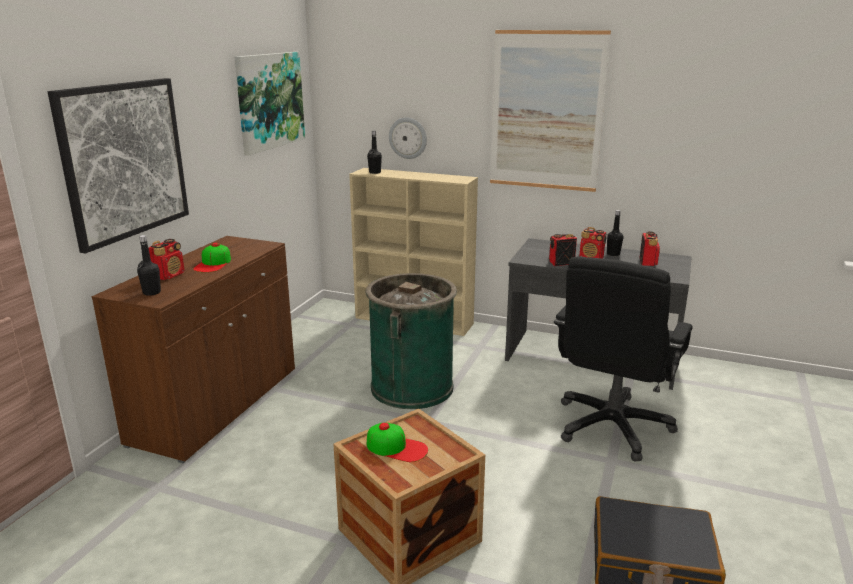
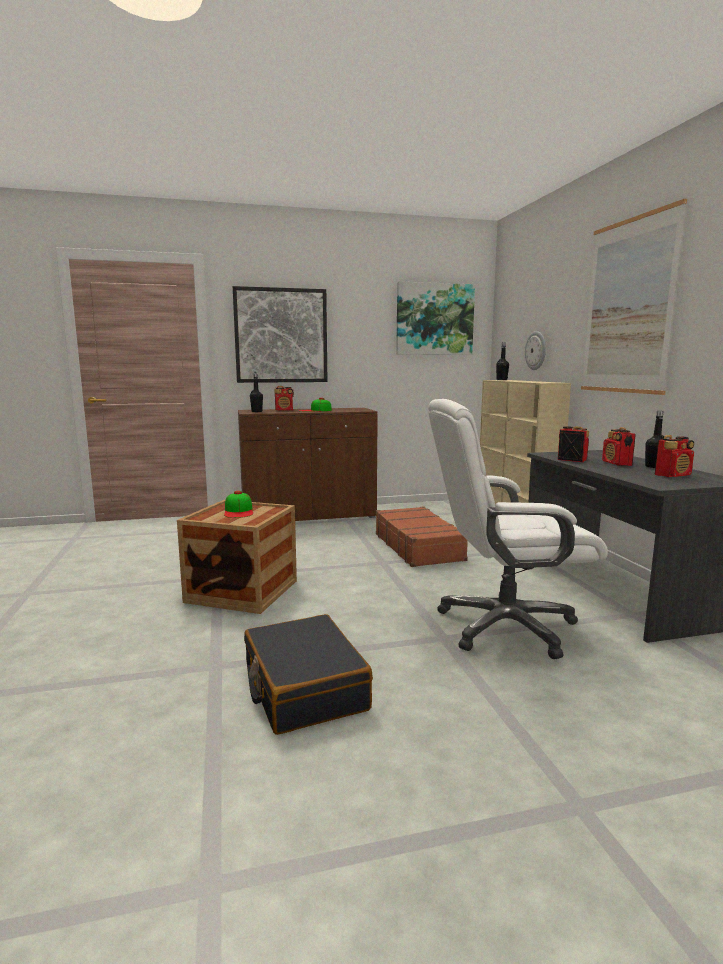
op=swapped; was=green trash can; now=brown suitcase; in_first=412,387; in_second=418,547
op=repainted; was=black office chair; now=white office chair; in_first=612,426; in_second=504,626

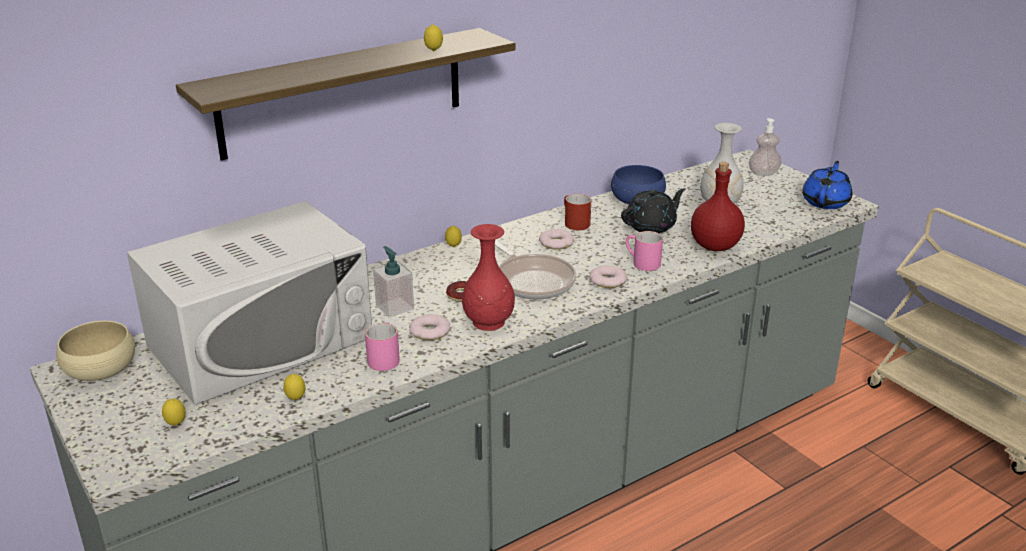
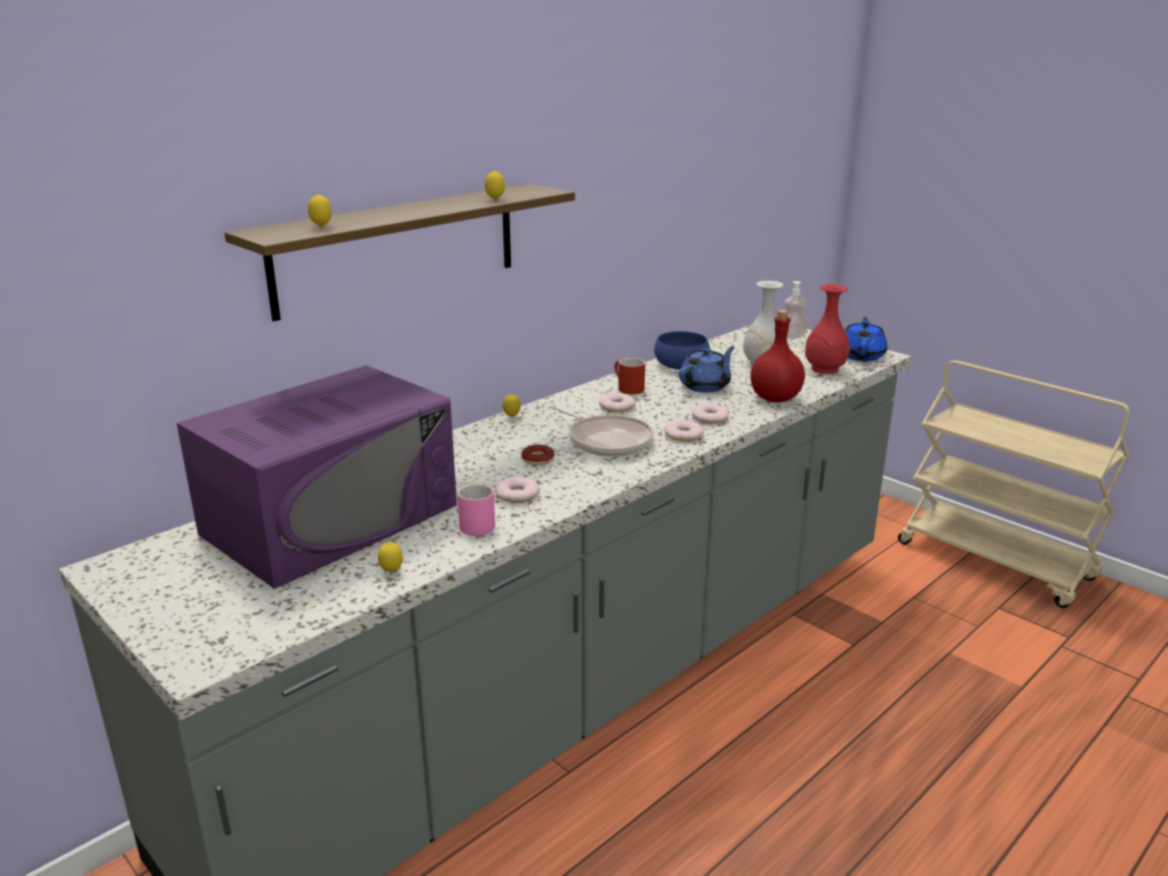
op=gone; was=beige bowl; in_first=100,369
op=repainted; was=white microwave; now=purple microwave; in_first=261,341; in_second=332,519
op=shifted; was=lemon; in_first=176,425; in_second=321,227
op=gone; was=soap dispenser; in_first=394,307
op=shifted; was=red vase; in_first=488,322; in_second=824,369
op=repainted; was=black teapot; now=blue teapot; in_first=651,226; in_second=705,386
op=swapped; was=pink mug; now=donut; in_first=641,263; in_second=710,417

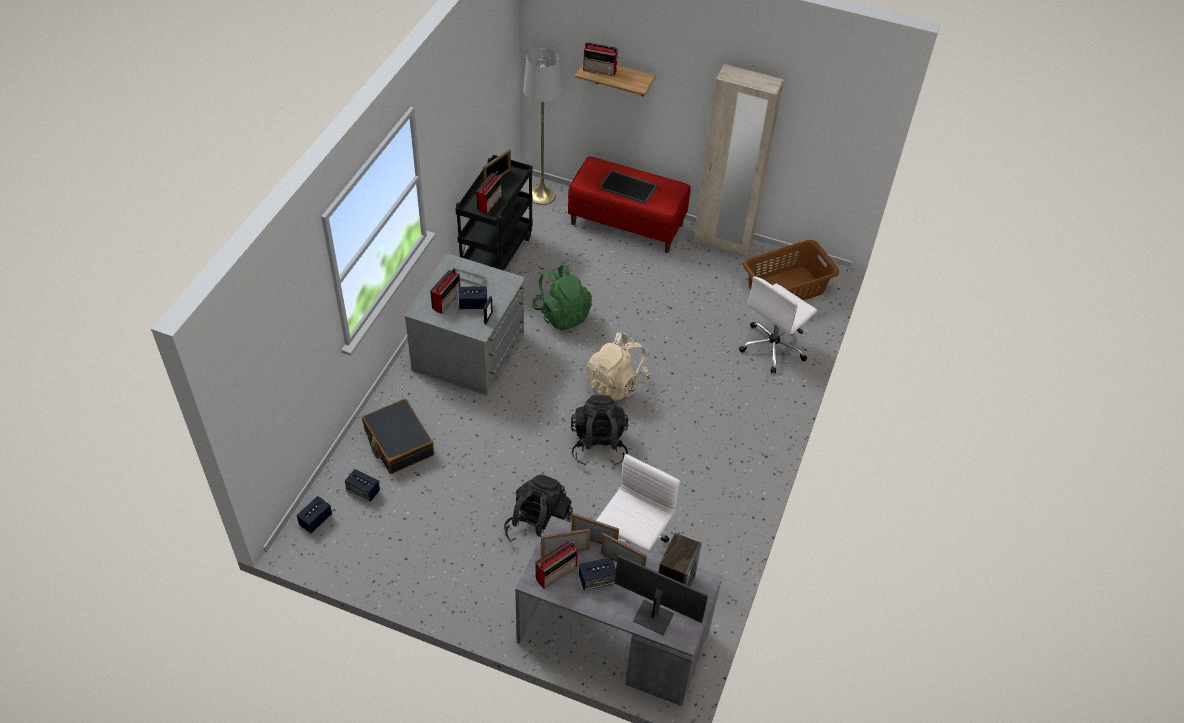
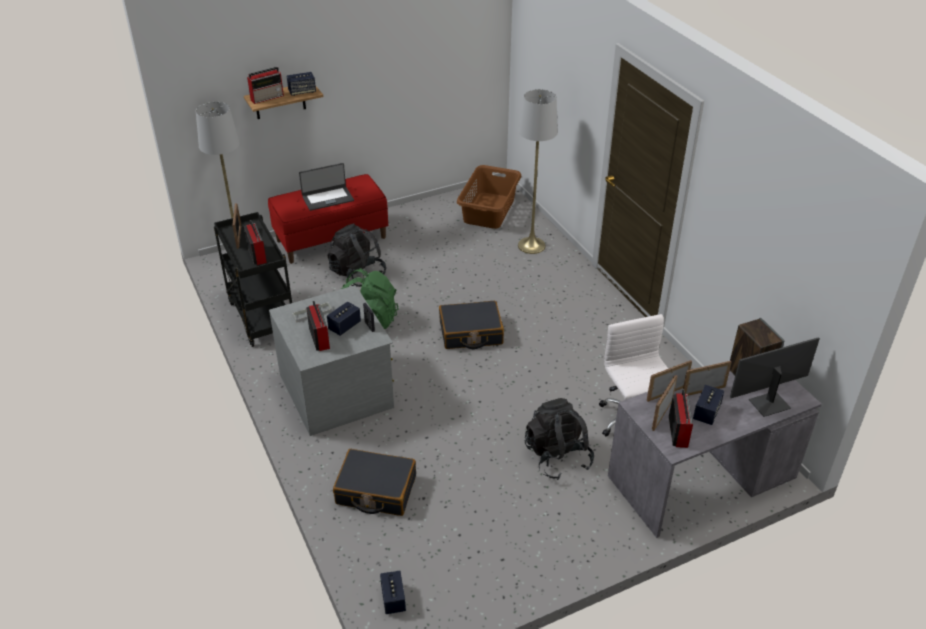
op=shifted; was=speaker; in_first=363,491; in_second=302,92
op=shifted; was=black backpack; in_first=598,445; in_second=357,274
op=swapped; was=beige backpack; now=black suitcase; in_first=616,383; in_second=470,333
op=swapped; was=tray; now=laptop; in_first=628,187; in_second=327,198
op=gone; was=beige wardrobe; in_first=722,242
op=swapped; was=white office chair; now=grey floor lamp; in_first=773,347; in_second=531,245

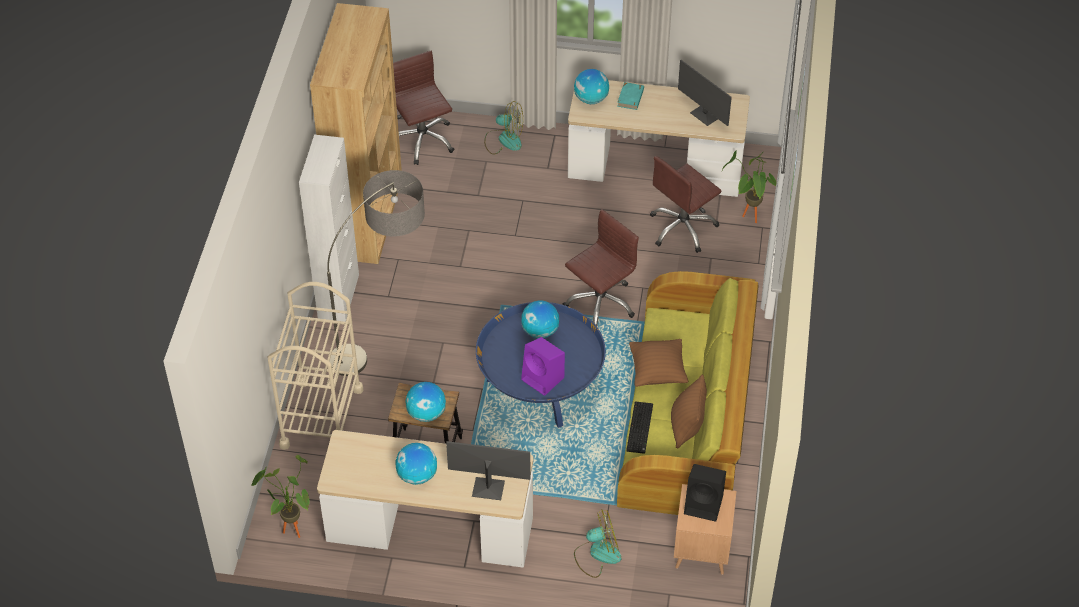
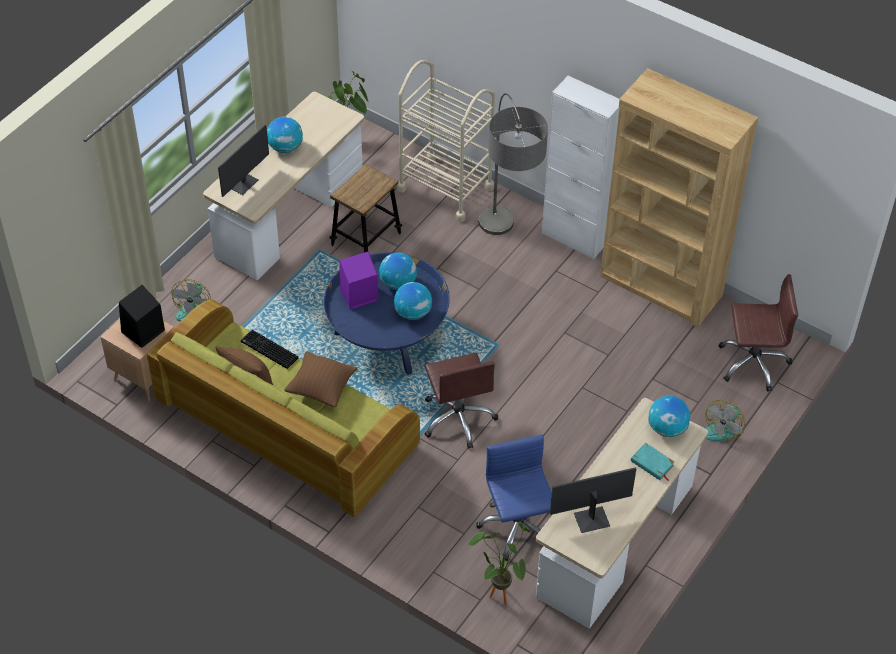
op=shifted; was=globe; in_first=426,413; in_second=398,283
op=repainted; was=brown office chair; now=blue office chair; in_first=682,228; in_second=517,527

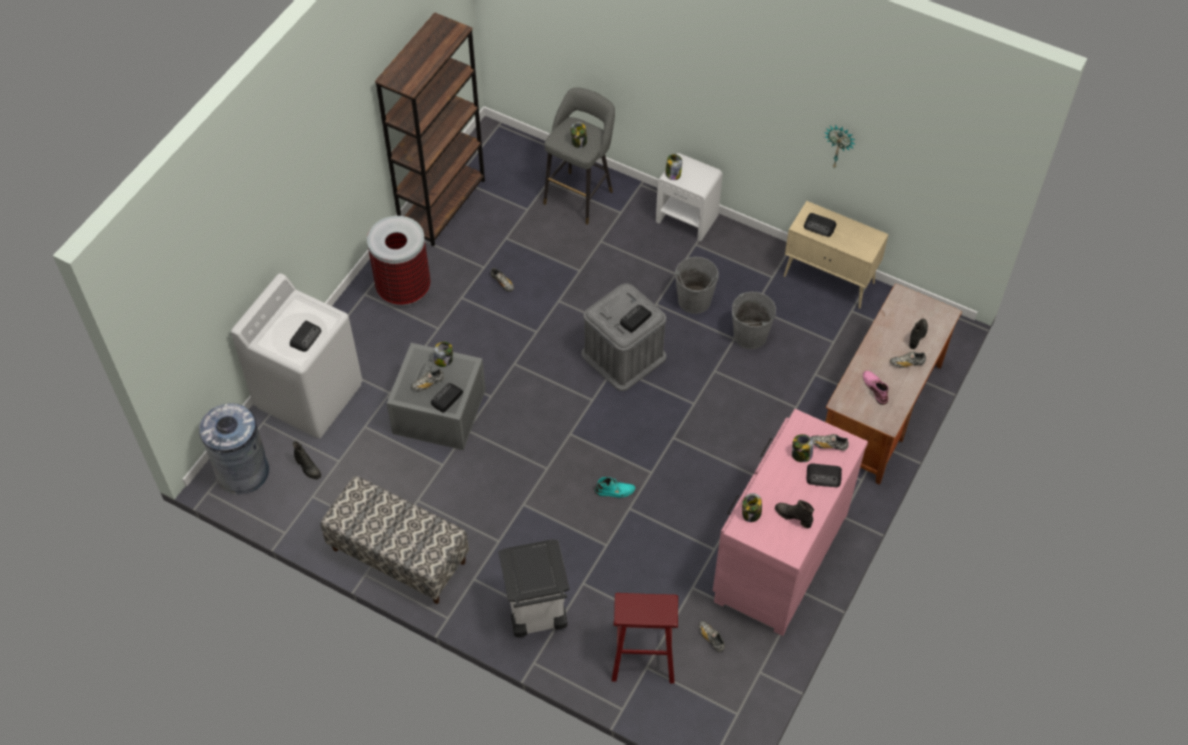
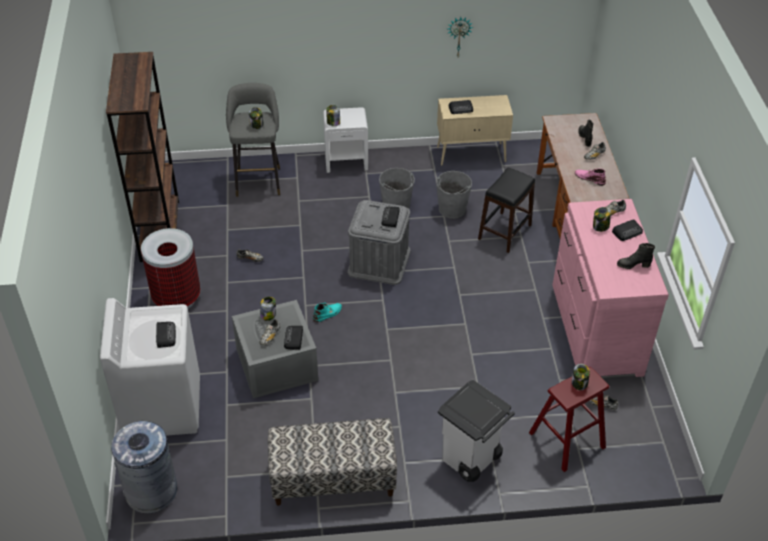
op=gone; was=black boot; in_first=308,468
op=shifted; was=turquoise boot; in_first=615,491; in_second=328,313
op=shifted; was=jar; in_first=751,513; in_second=579,383
op=new; now=black stool; in_second=504,232

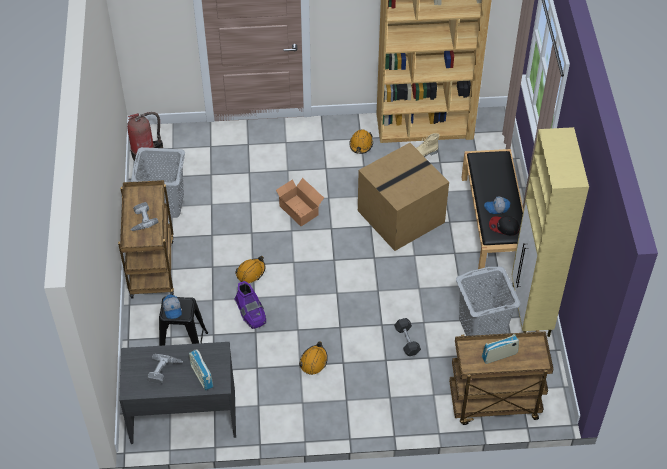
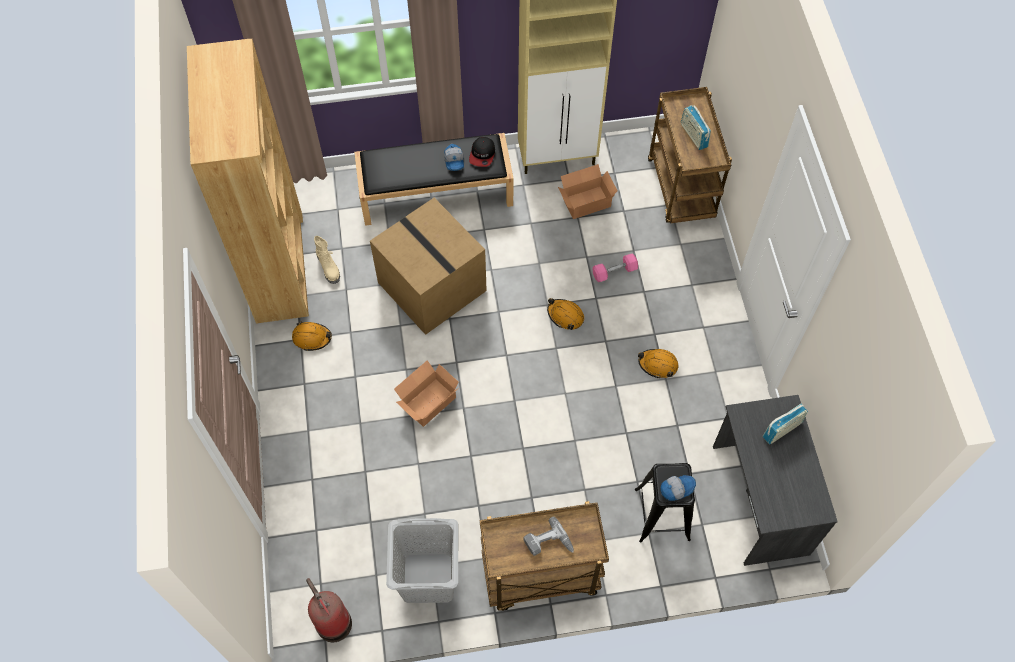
op=gone; was=power drill; in_first=164,371
op=gone; was=purple boot; in_first=250,312
op=shifted; was=orange hard hat; in_first=251,272; in_second=565,316
op=repainted; was=grey dumbbell; now=pink dumbbell; in_first=407,341; in_second=614,272
op=swapped; was=grey laundry basket; now=cardboard box; in_first=482,327; in_second=585,201

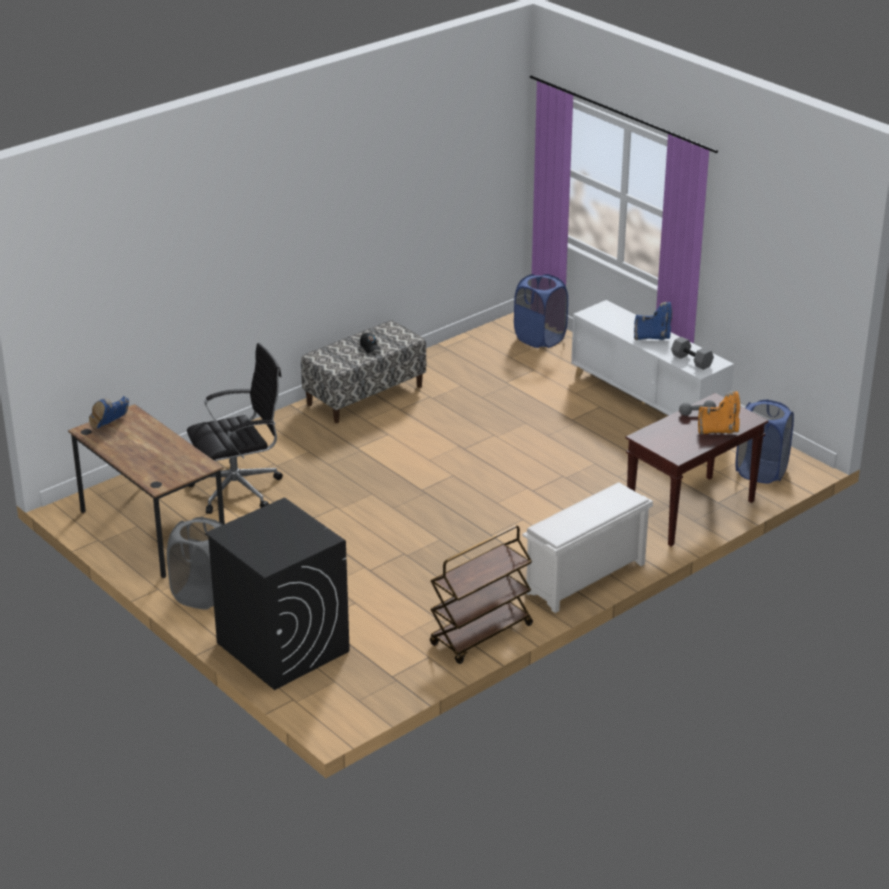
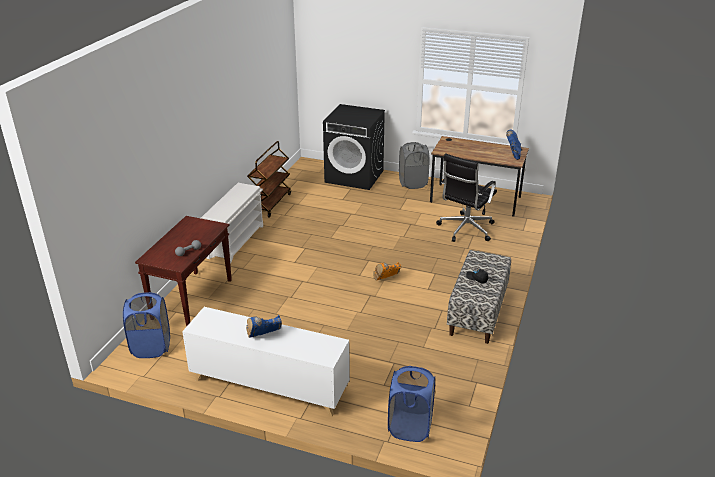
op=gone; was=grey dumbbell; in_first=692,361
op=shifted; was=orange boot; in_first=719,430; in_second=386,279

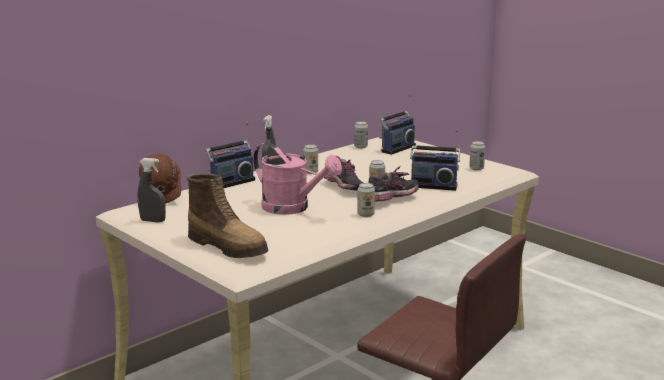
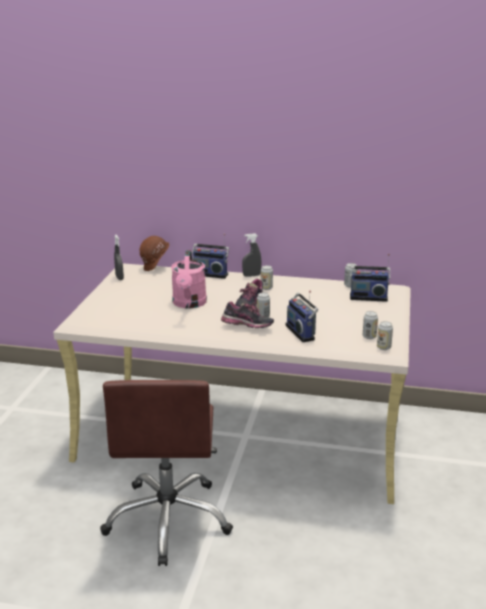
op=gone; was=boot; in_first=228,247
op=shifted; was=can; in_first=365,214; in_second=383,347

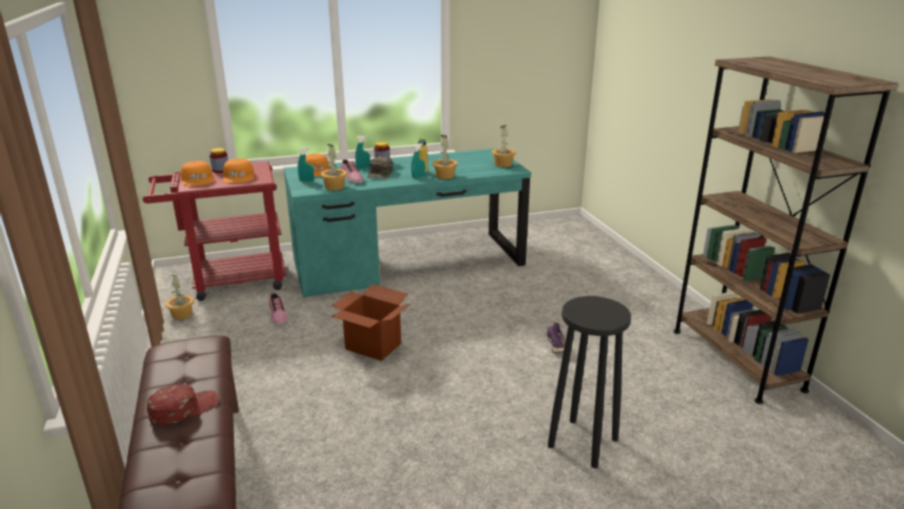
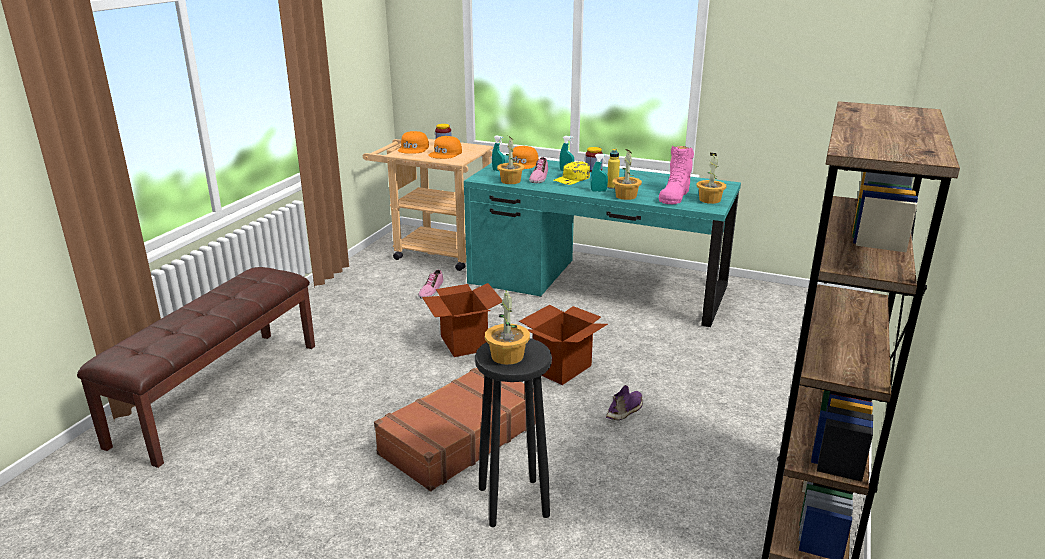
op=repainted; was=red cart; now=beige cart; in_first=230,281; in_second=435,251
op=gone; was=red cap; in_first=184,408
op=shifted; was=potted plant; in_first=181,314; in_second=507,356
op=repainted; was=green cap; now=yellow cap; in_first=380,173; in_second=572,179
op=new; now=brown suitcase; in_second=459,438
op=new; now=cardboard box; in_second=562,368
op=new; now=pink boot; in_second=674,195

